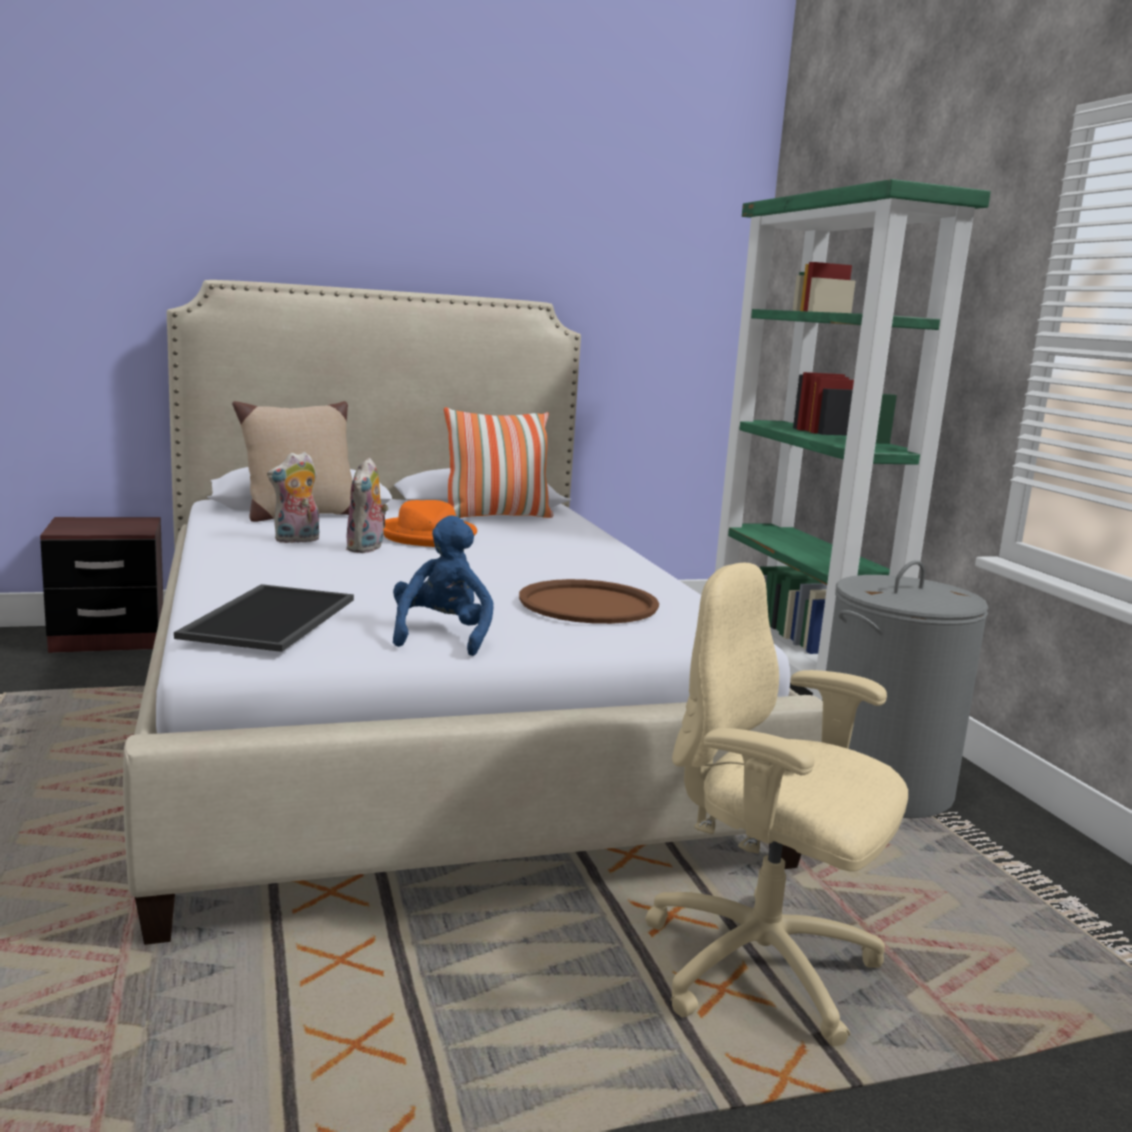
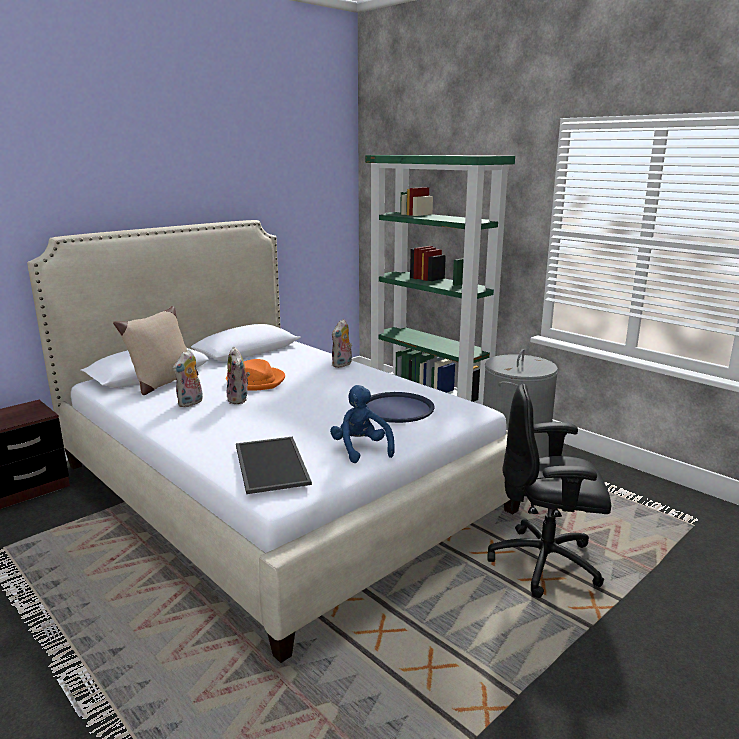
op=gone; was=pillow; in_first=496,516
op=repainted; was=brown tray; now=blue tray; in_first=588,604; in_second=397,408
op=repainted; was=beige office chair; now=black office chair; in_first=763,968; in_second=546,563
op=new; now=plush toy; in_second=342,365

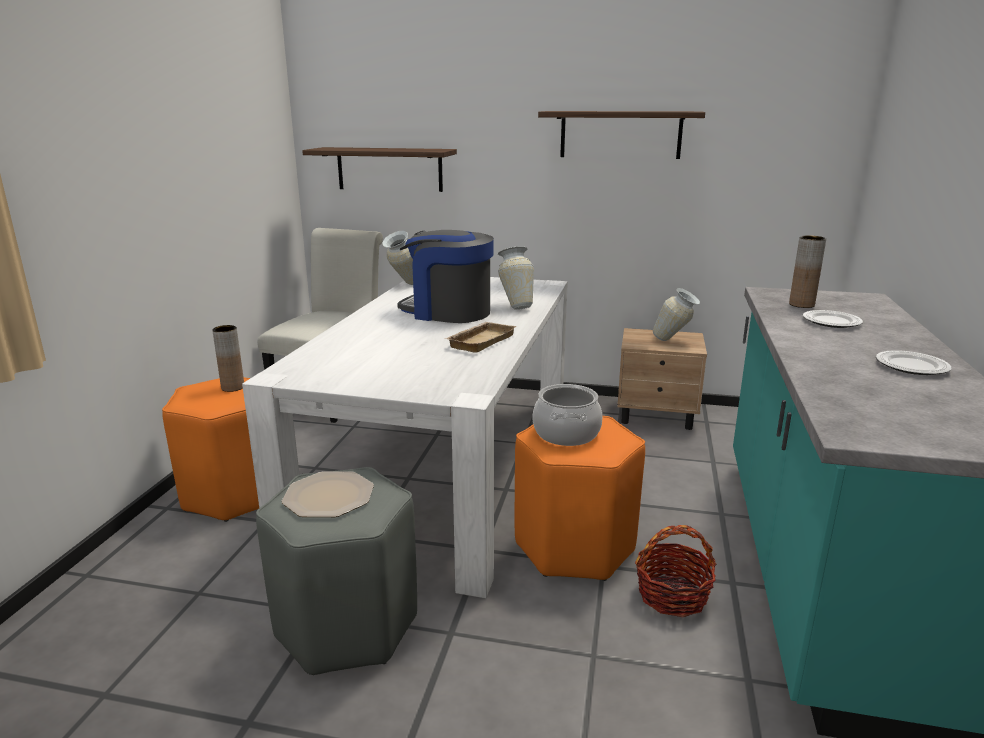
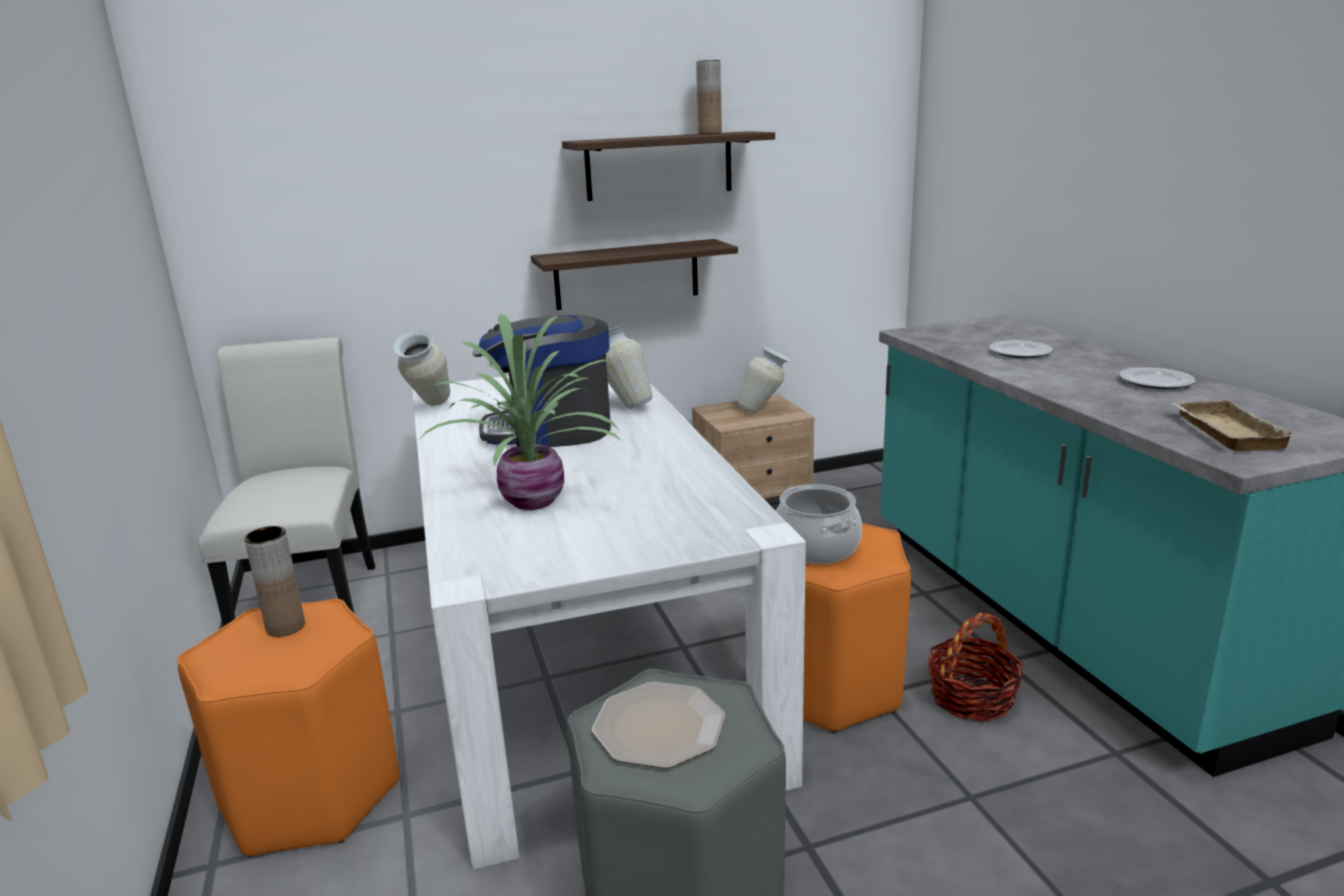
op=shifted; was=shelf; in_first=389,169; in_second=627,274
op=shifted; was=beige tray; in_first=480,341; in_second=1223,432
op=shifted; was=brown vase; in_first=801,305; in_second=709,133
op=new; now=potted plant; in_second=536,500

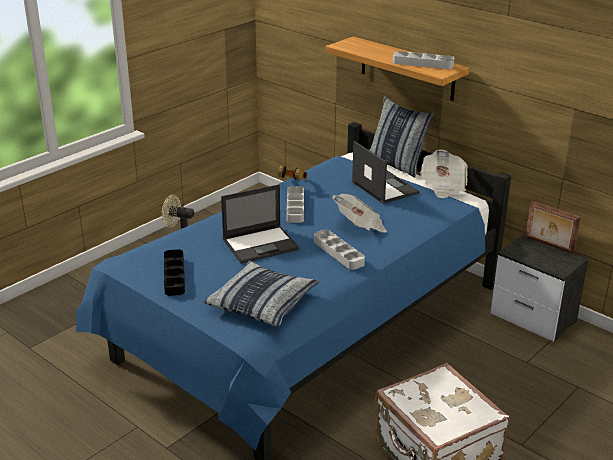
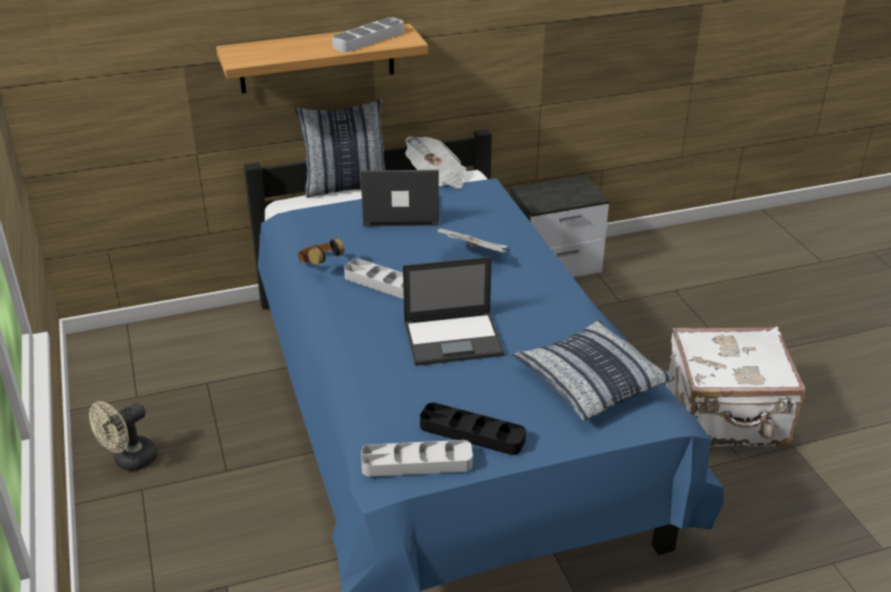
op=rotated; was=laptop; in_first=261,244; in_second=454,339; clockwise=75
op=shifted; was=grey tray; in_first=338,253; in_second=417,463
op=gone; was=picture frame; in_first=548,245

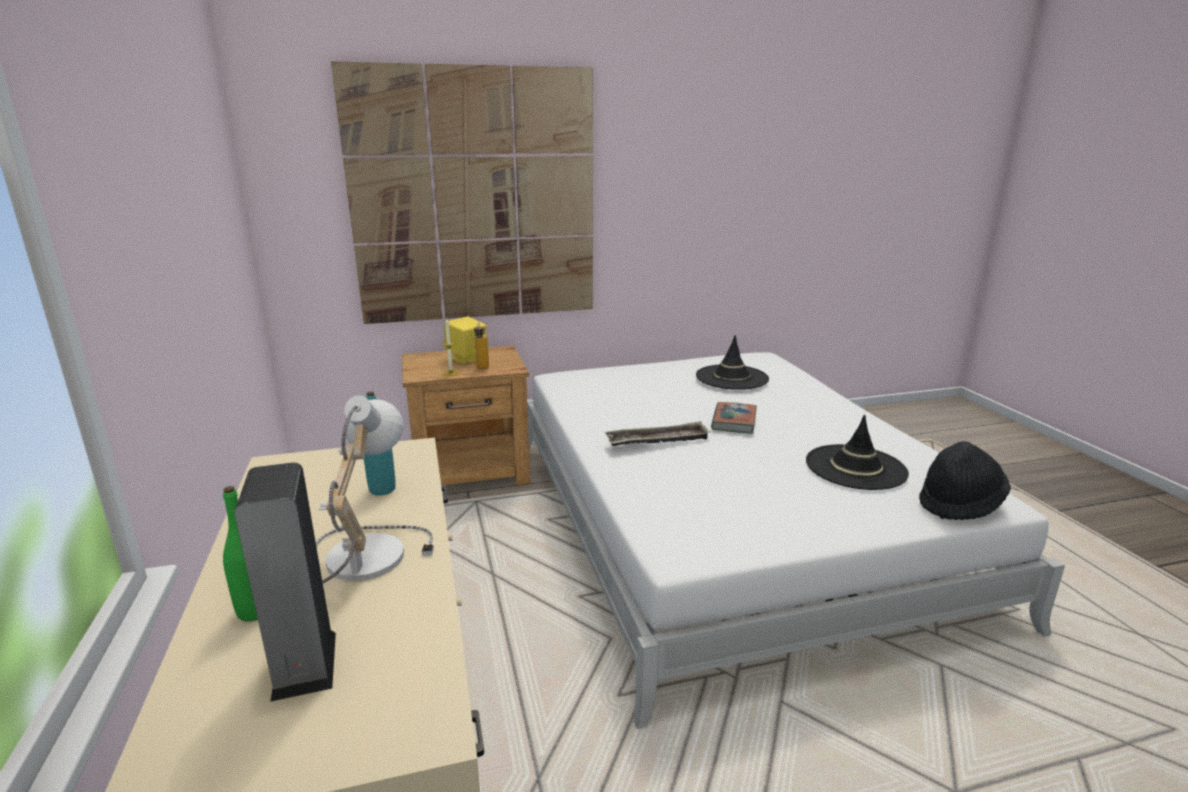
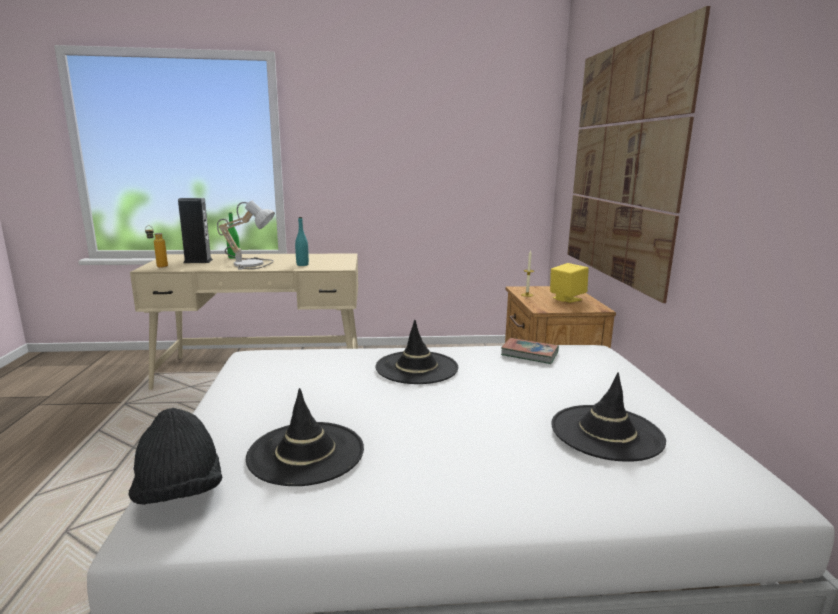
op=shifted; was=bottle; in_first=482,369; in_second=158,266
op=swapped; was=tray; now=black hat; in_first=657,440; in_second=416,368
op=shifted; was=book; in_first=734,421; in_second=529,354

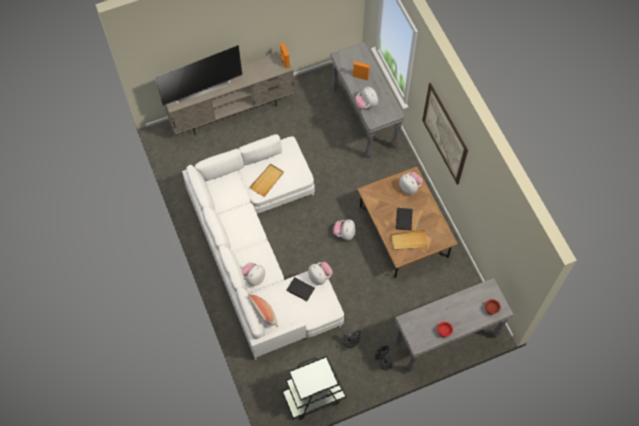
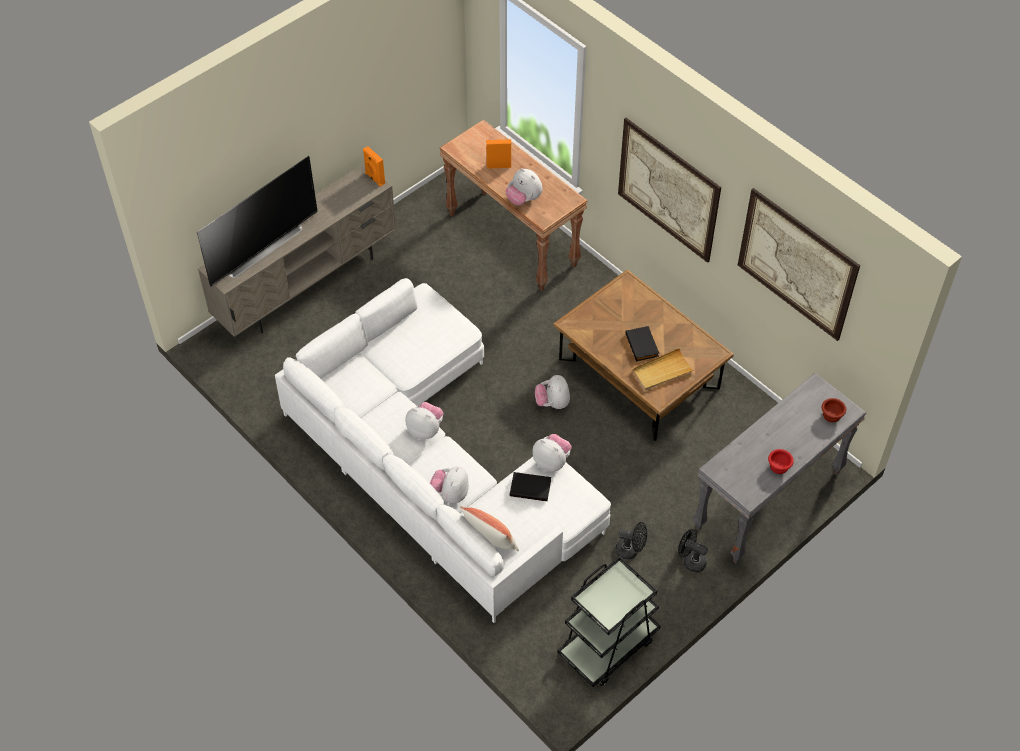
op=gone; was=beige tray; in_first=267,180
op=repainted; was=grey console table; now=brown console table; in_first=364,118; in_second=513,240
op=shifted; was=plush toy; in_first=410,187; in_second=425,429
op=new; now=picture; in_second=796,264

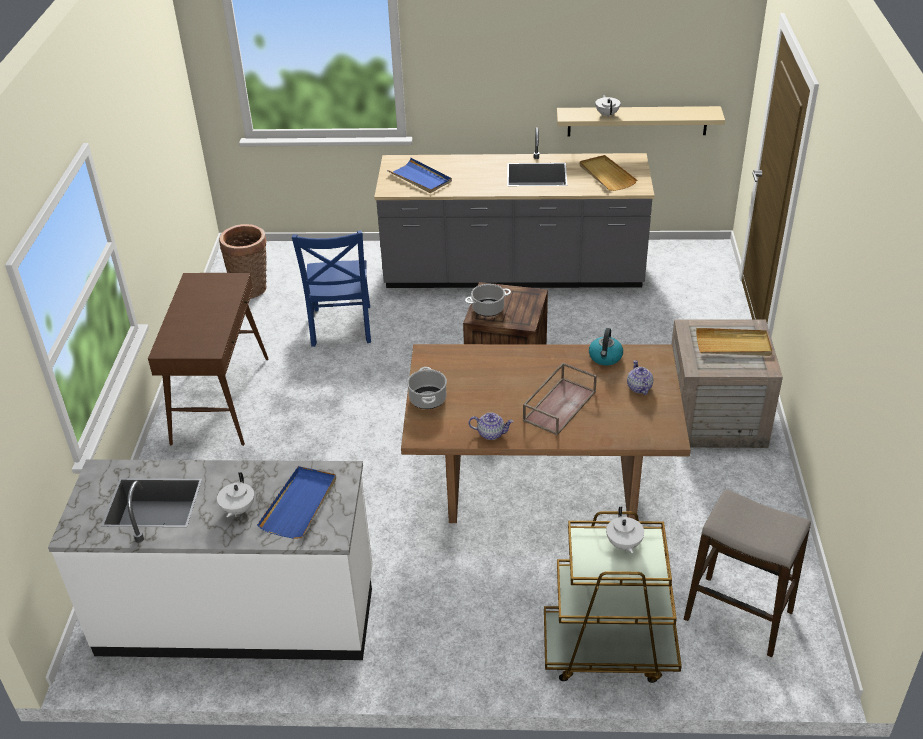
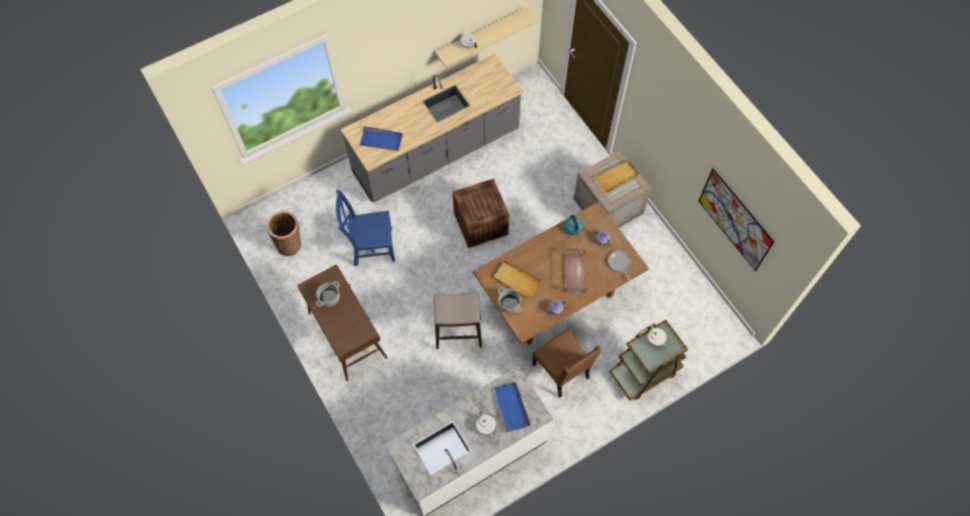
op=rotated; was=blue chair; in_first=341,328; in_second=370,247; clockwise=120
op=shifted; was=cooking pot; in_first=488,309; in_second=329,297
op=shifted; was=beige tray; in_first=606,175; in_second=516,280
op=shifted; was=stool; in_first=738,615; in_second=458,333
op=new; now=brown chair; in_second=562,371
op=new; now=frying pan; in_second=620,263
op=new; now=picture; in_second=735,220

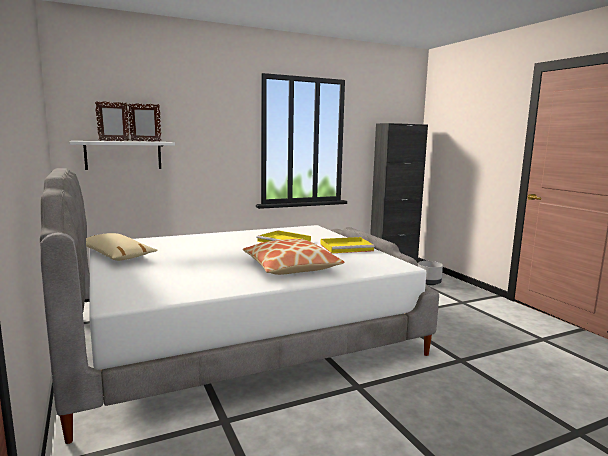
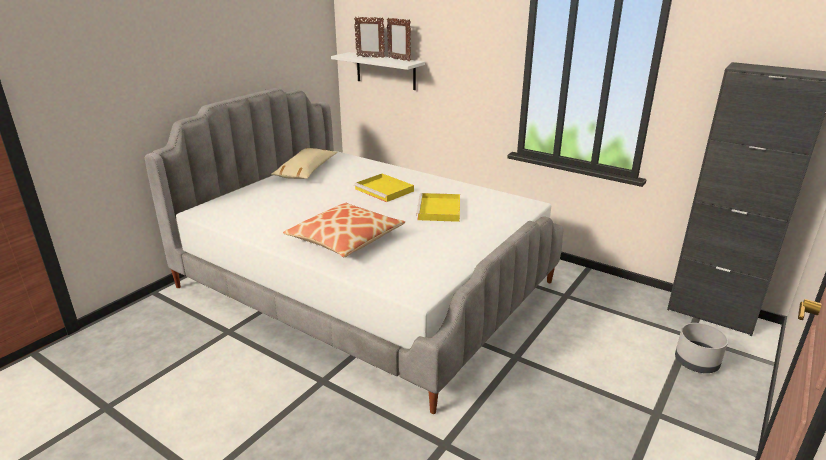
op=shifted; was=yellow tray; in_first=347,247; in_second=385,190

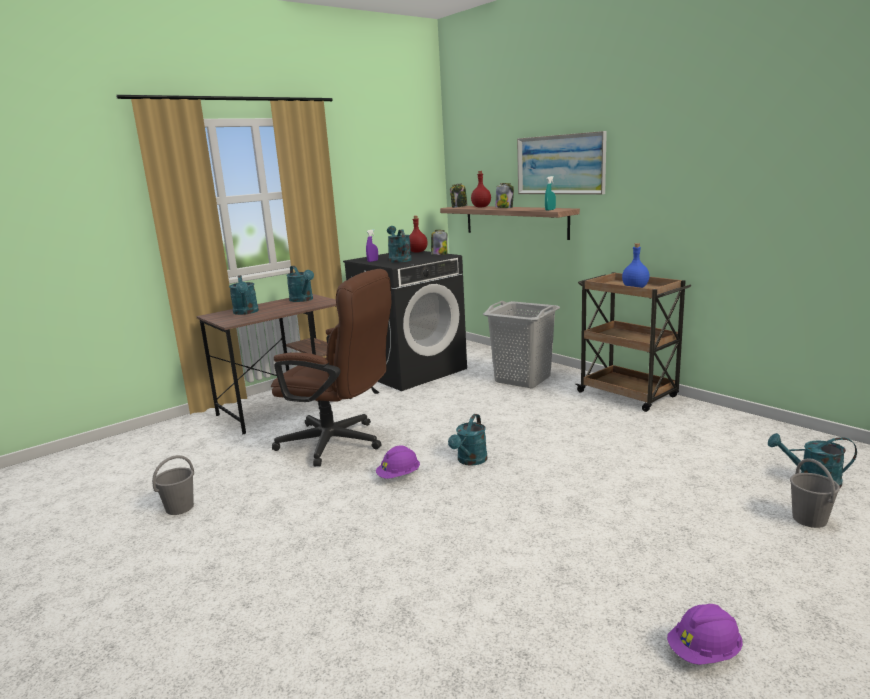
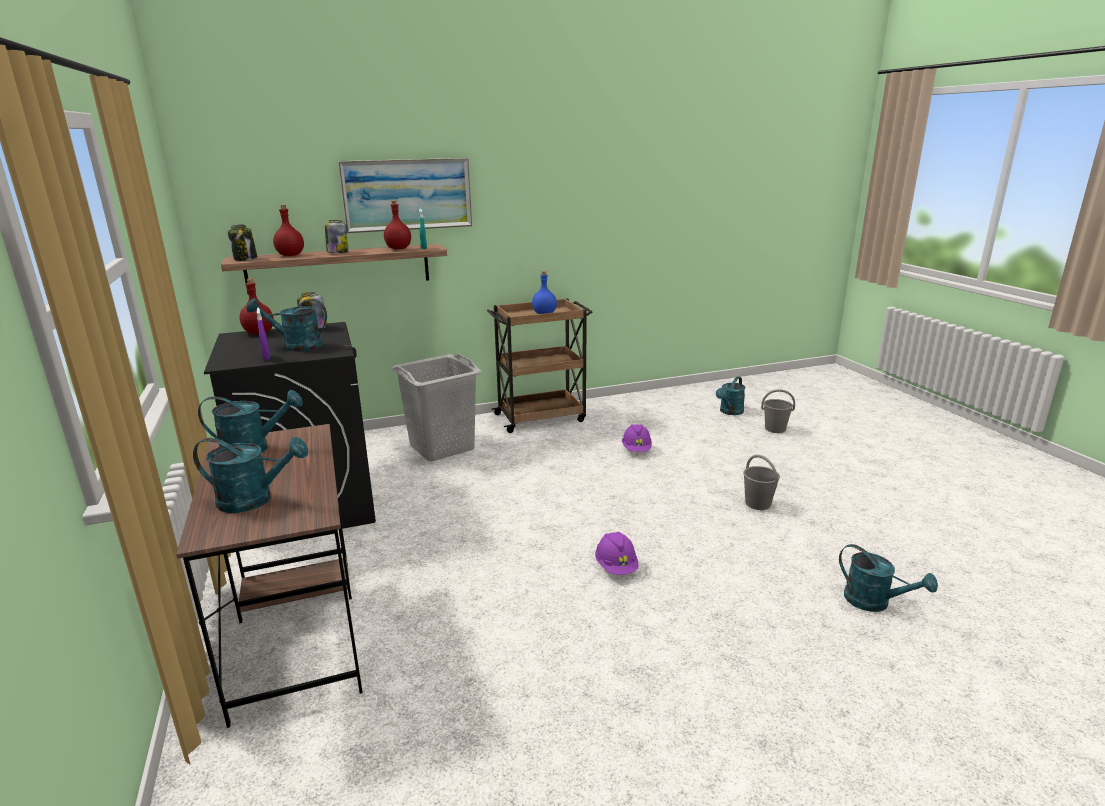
op=shifted; was=grey bucket; in_first=180,507; in_second=757,503
op=gone; was=brown office chair; in_first=340,443
op=shifted; was=turquoise watering can; in_first=470,461; in_second=874,602
op=shifted; was=purple hard hat; in_first=704,652; in_second=636,449
op=new; now=red bottle; in_second=398,248

